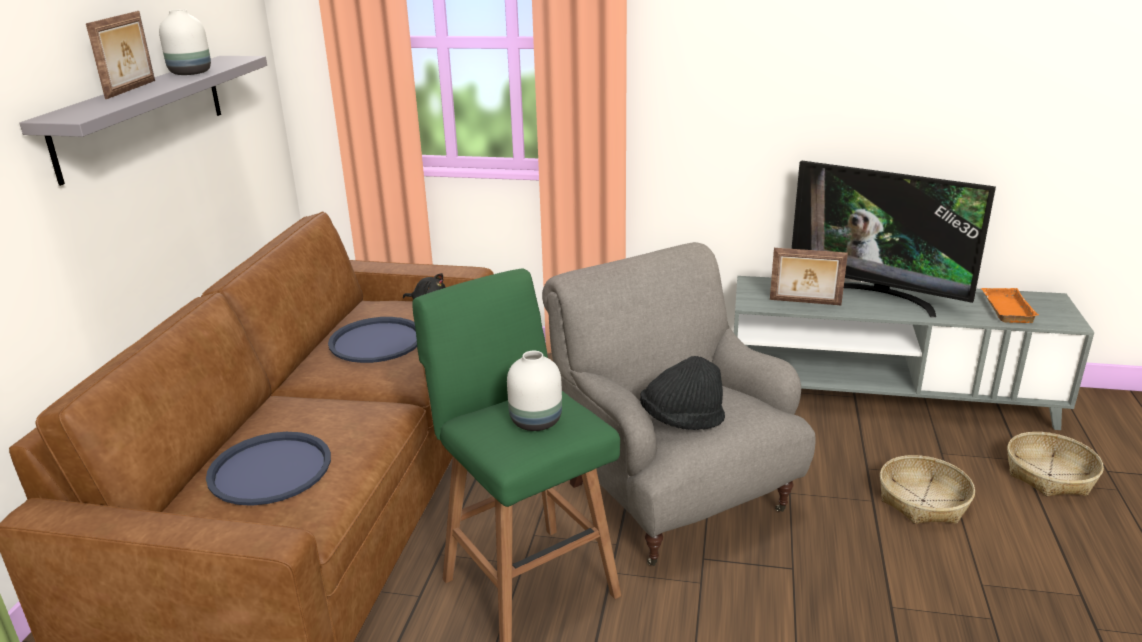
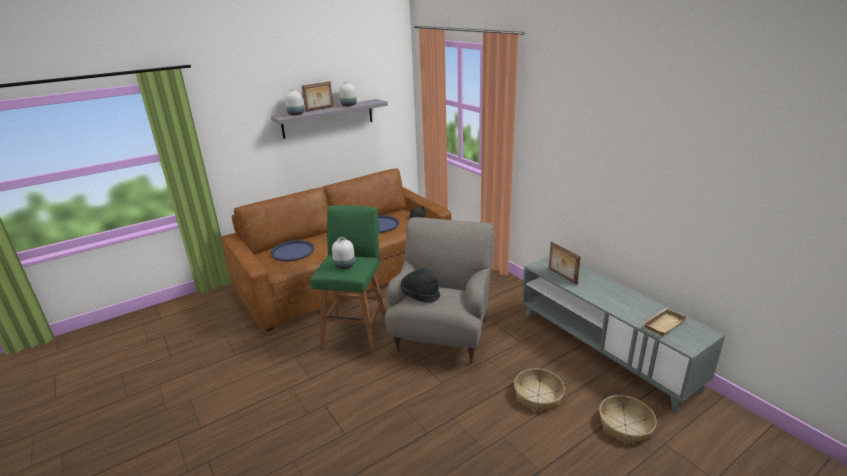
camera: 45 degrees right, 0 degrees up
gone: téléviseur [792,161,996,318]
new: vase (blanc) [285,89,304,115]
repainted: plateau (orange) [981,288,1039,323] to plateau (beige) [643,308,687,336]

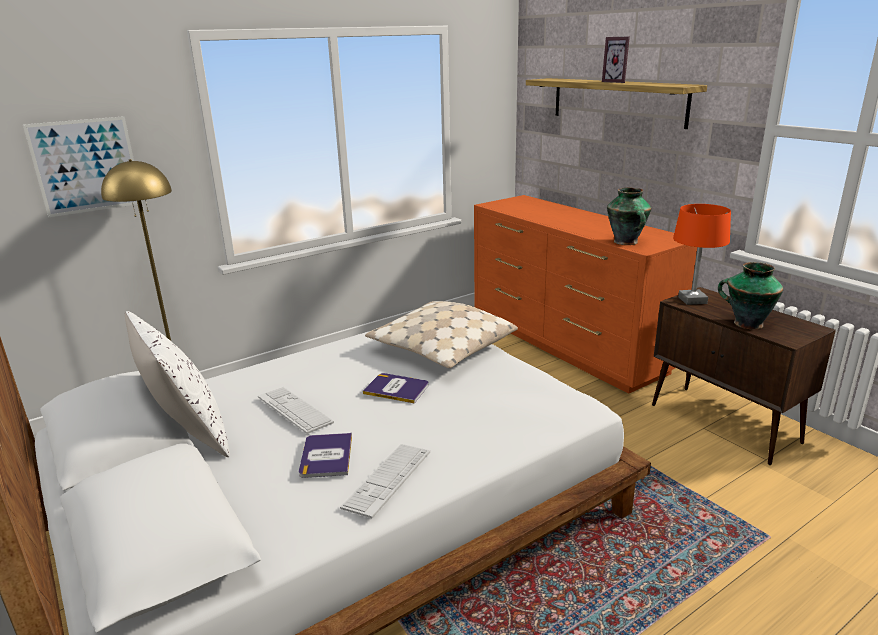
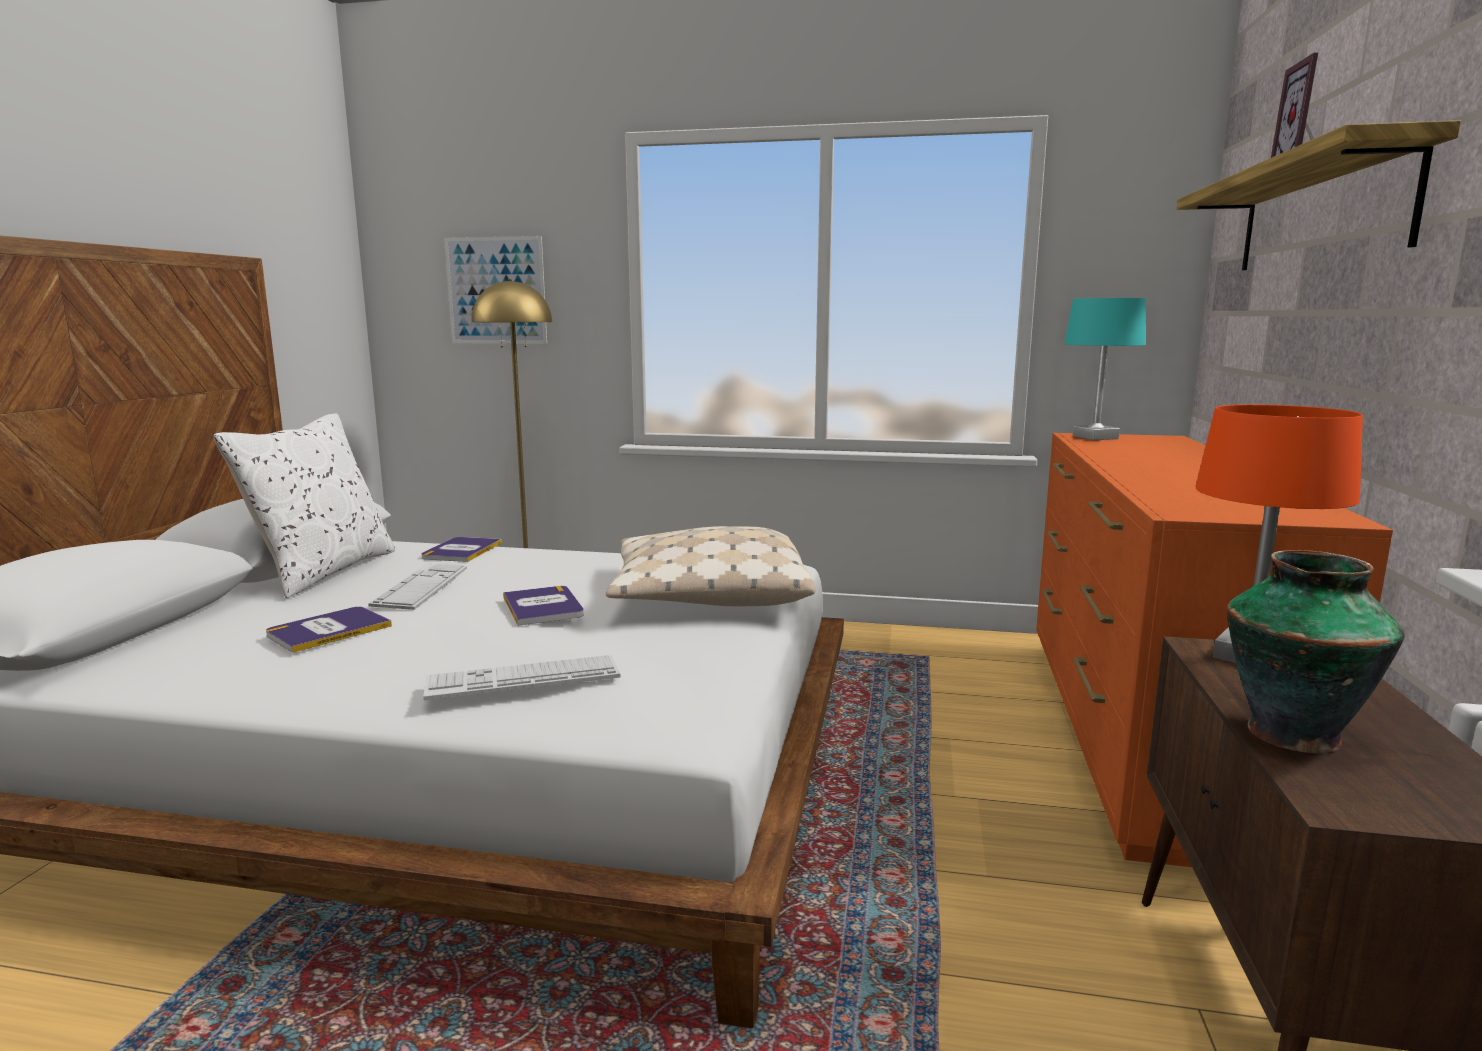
camera: 45 degrees right, 10 degrees down
gone: vase [607,187,651,245]
new: livre [421,537,502,562]; lampe de table (turquoise) [1064,298,1146,440]
shifted: clavier [340,444,430,518] to [423,655,621,700]

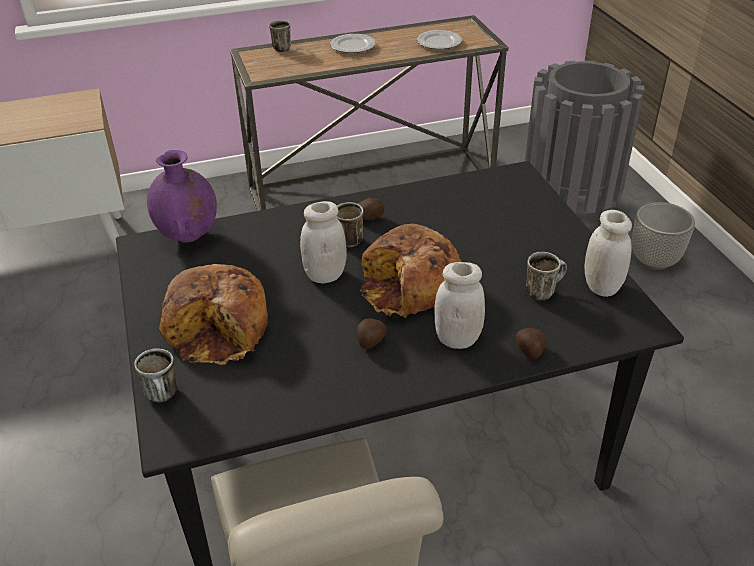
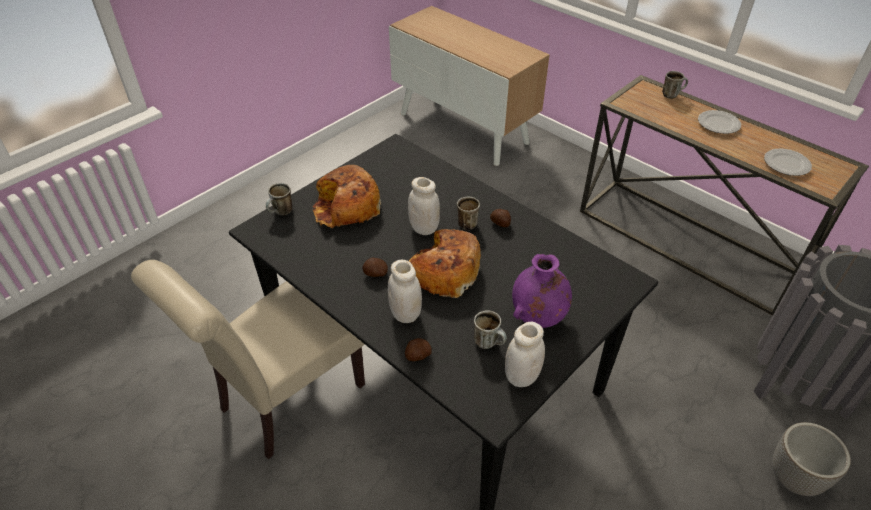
camera: 60 degrees right, 5 degrees up
shifted: vase (violet) [147,150,217,243] to [512,254,572,328]

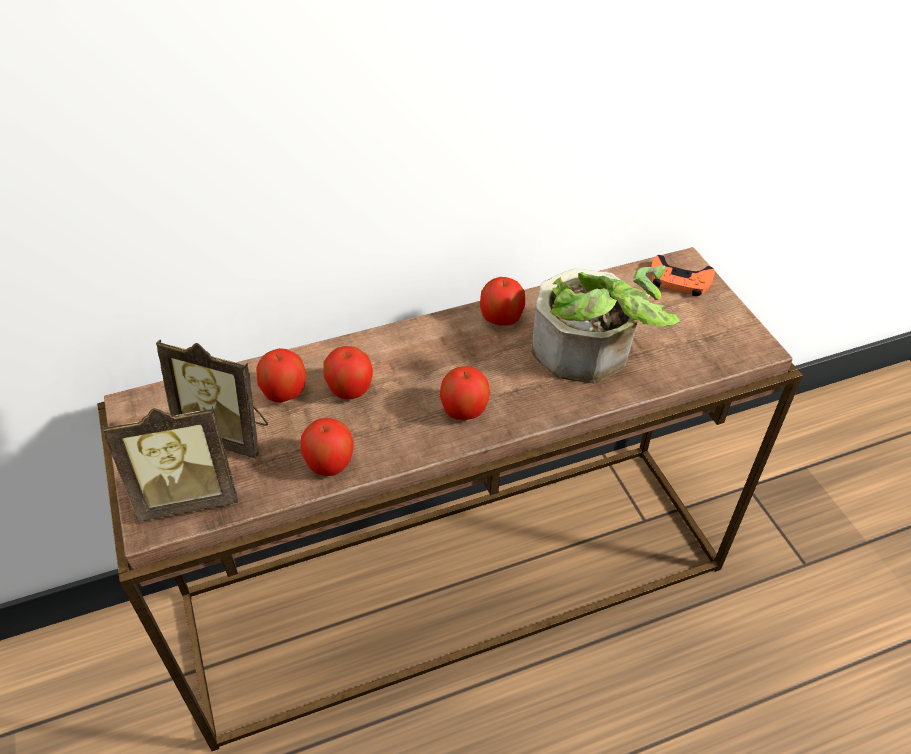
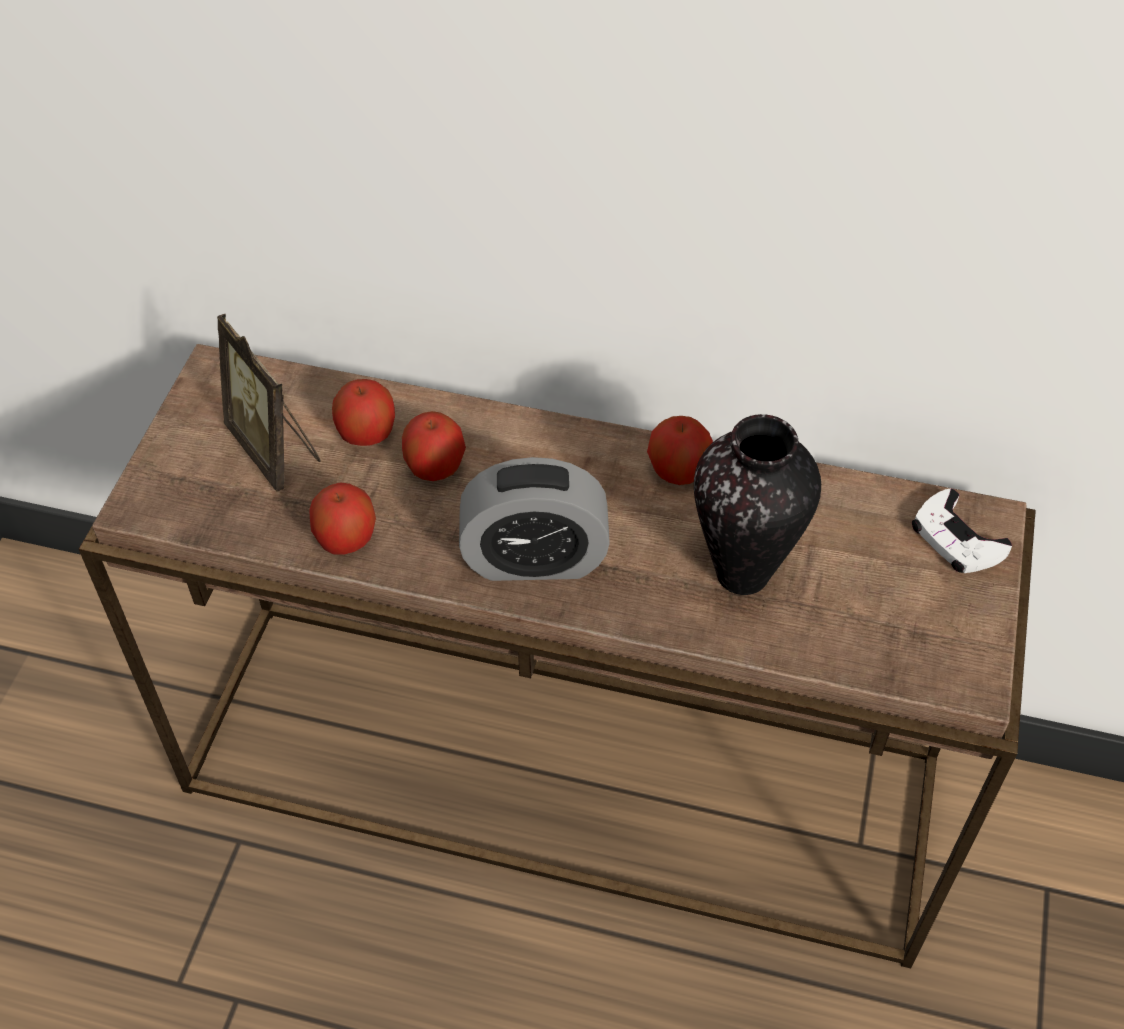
camera: 35 degrees right, 5 degrees up
gone: cadre photo [102,406,238,522]
swapped: pomme [440,366,490,420] to réveil [459,457,610,581]; plante en pot [532,265,680,383] to vase [694,414,821,595]
repainted: manette (orange) [651,255,715,296] to manette (blanc) [912,488,1012,573]

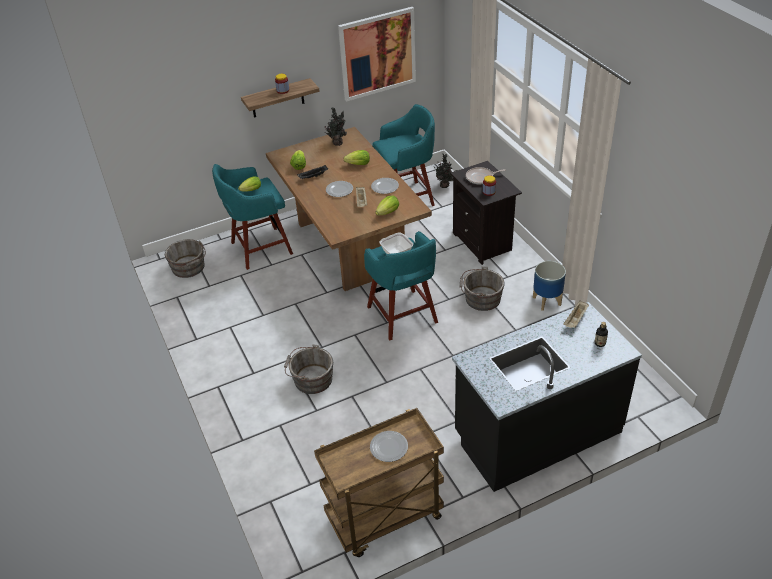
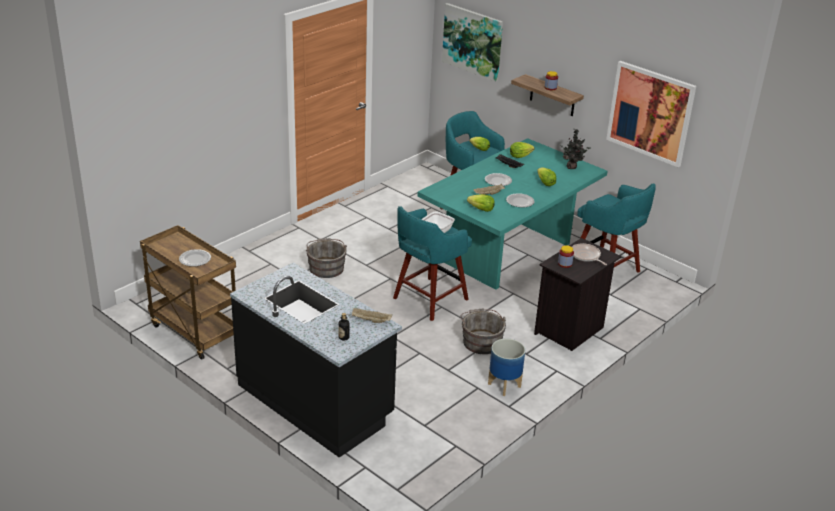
camera: 65 degrees right, 10 degrees down
gone: seau (gris) [165,239,206,278]; plante en pot [433,154,457,188]
new: tableau [442,3,503,82]
repainted: table à manger (marron) [266,127,432,291] to table à manger (turquoise) [417,138,608,290]

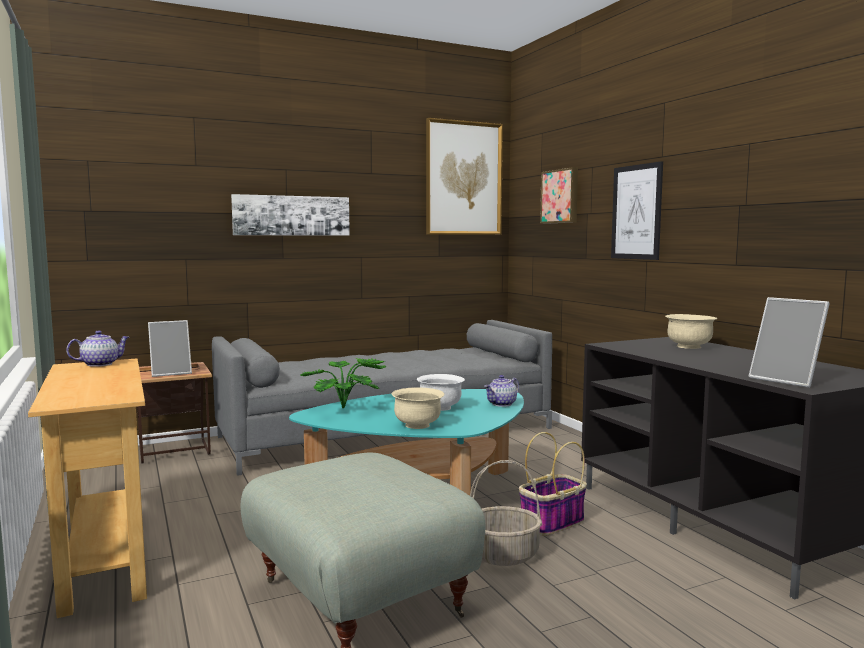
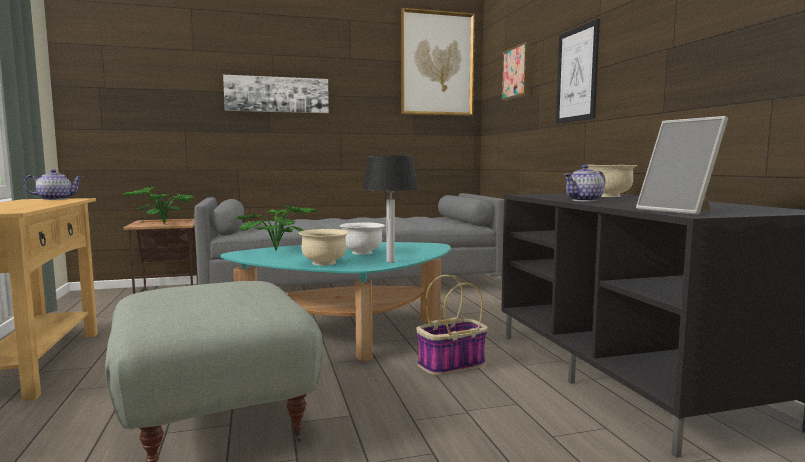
camera: 10 degrees right, 0 degrees up
gone: panier [470,460,542,566]
new: lampe de table [363,156,418,263]
shifted: théière [484,375,519,407] to [564,165,606,201]
swapped: cadre photo [148,320,192,377] to plante en pot [123,187,195,224]

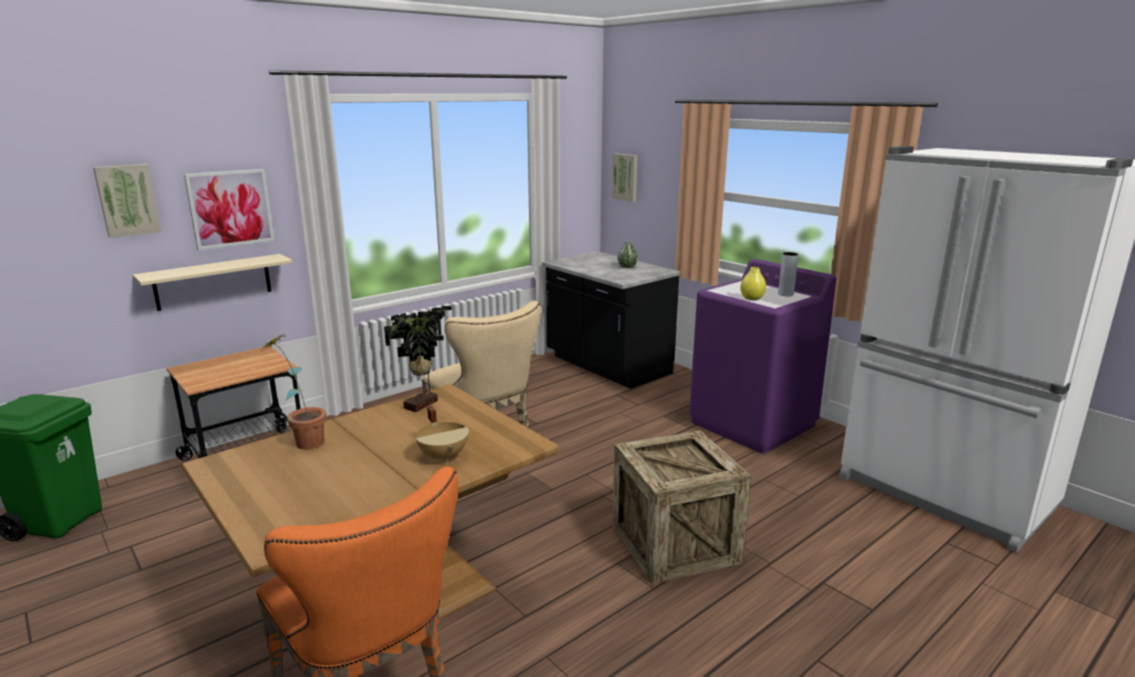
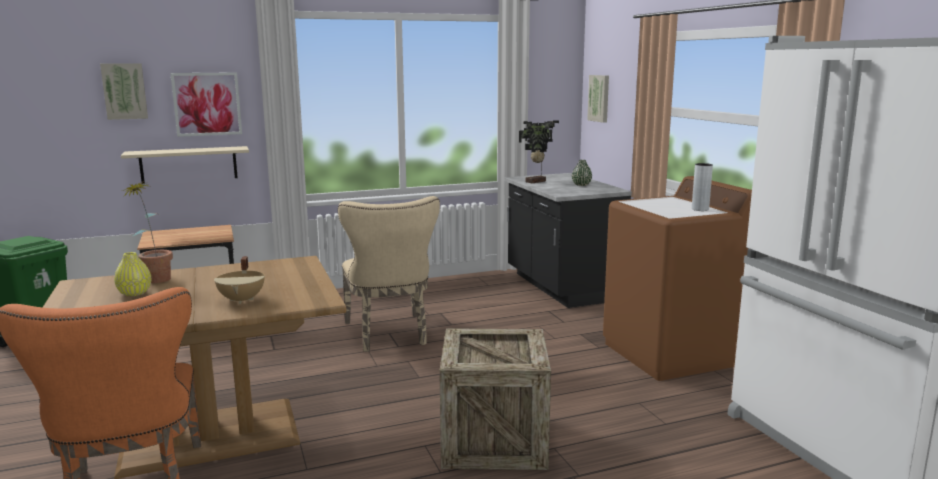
camera: 20 degrees right, 5 degrees down
shifted: vase (jaune) [740,267,766,300] to [114,252,151,296]; plante en pot [384,306,452,412] to [519,120,559,183]
repainted: lave-linge (violet) [689,259,836,454] to lave-linge (marron) [603,176,752,381]

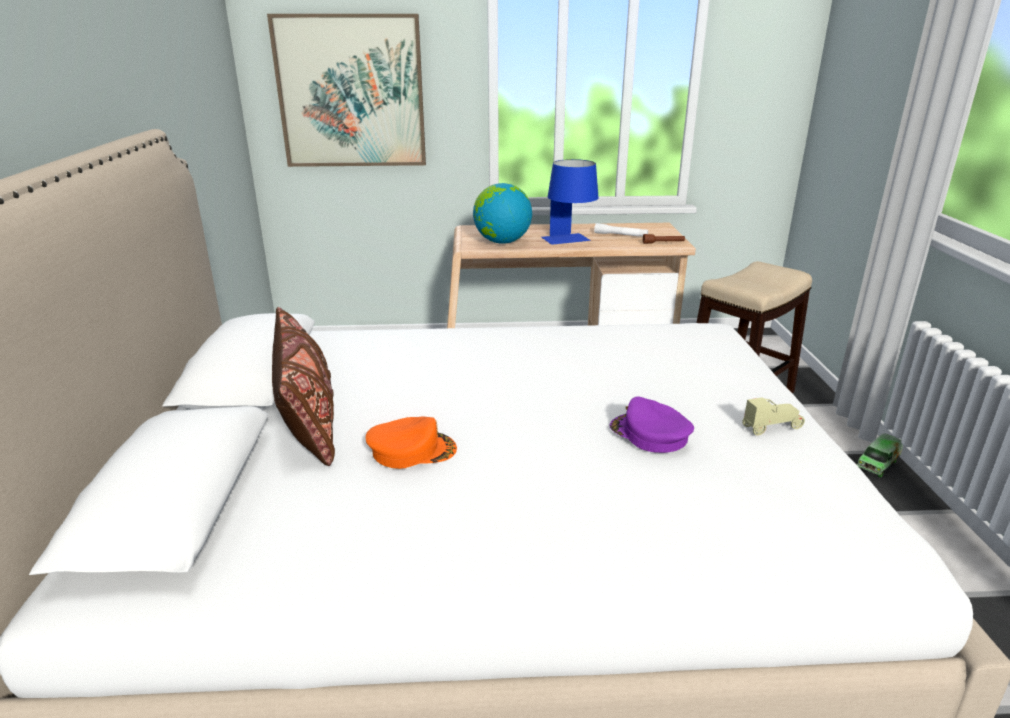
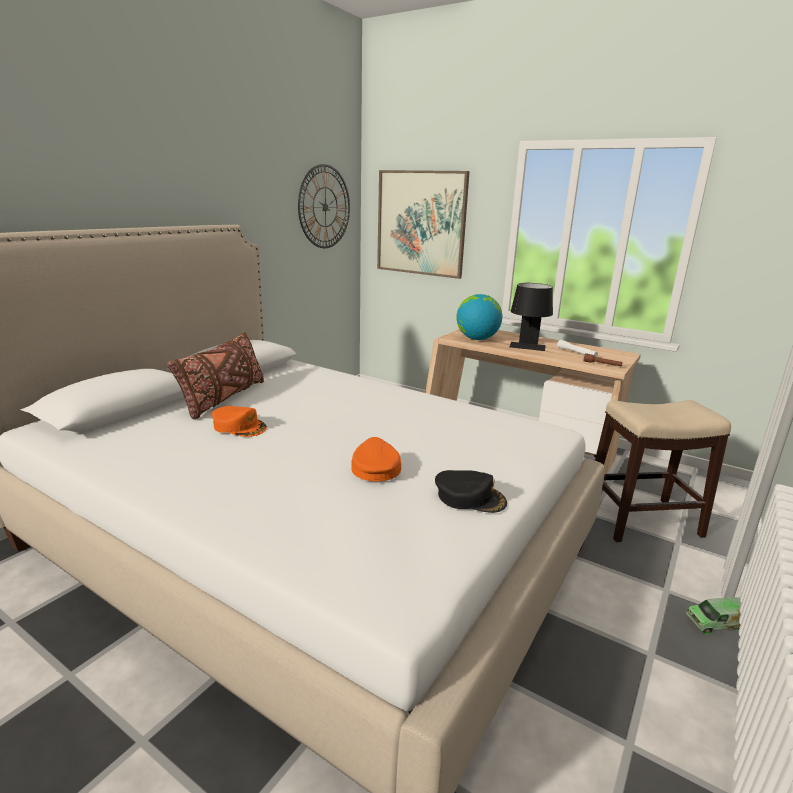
camera: 35 degrees right, 5 degrees down
new: horloge murale [298,164,350,248]
swapped: petite voiture (beige) [742,397,805,435] to casquette (noir) [435,470,507,513]
repainted: casquette (violet) [609,397,694,453] to casquette (orange) [351,437,401,481]; lampe de table (bleu) [541,159,599,245] to lampe de table (noir) [509,283,553,351]

